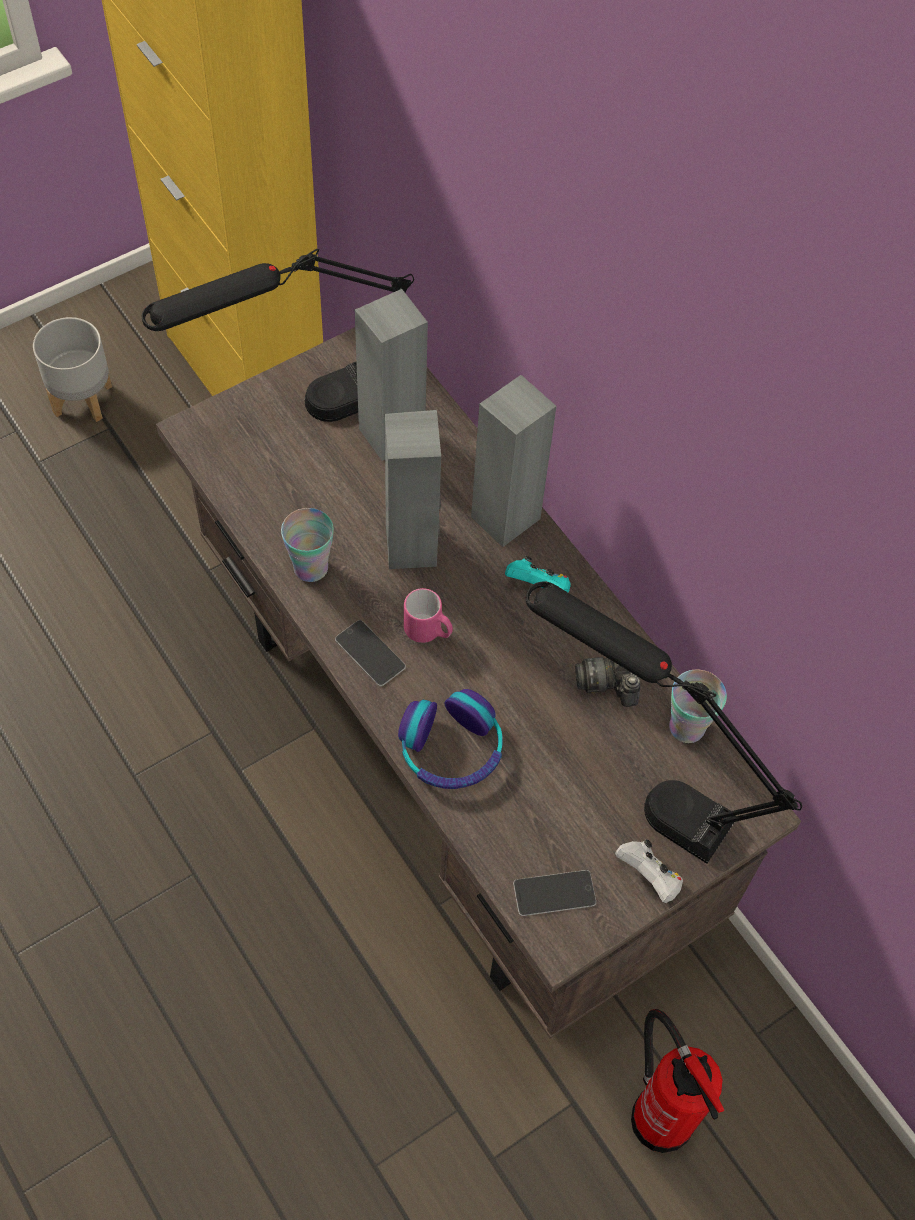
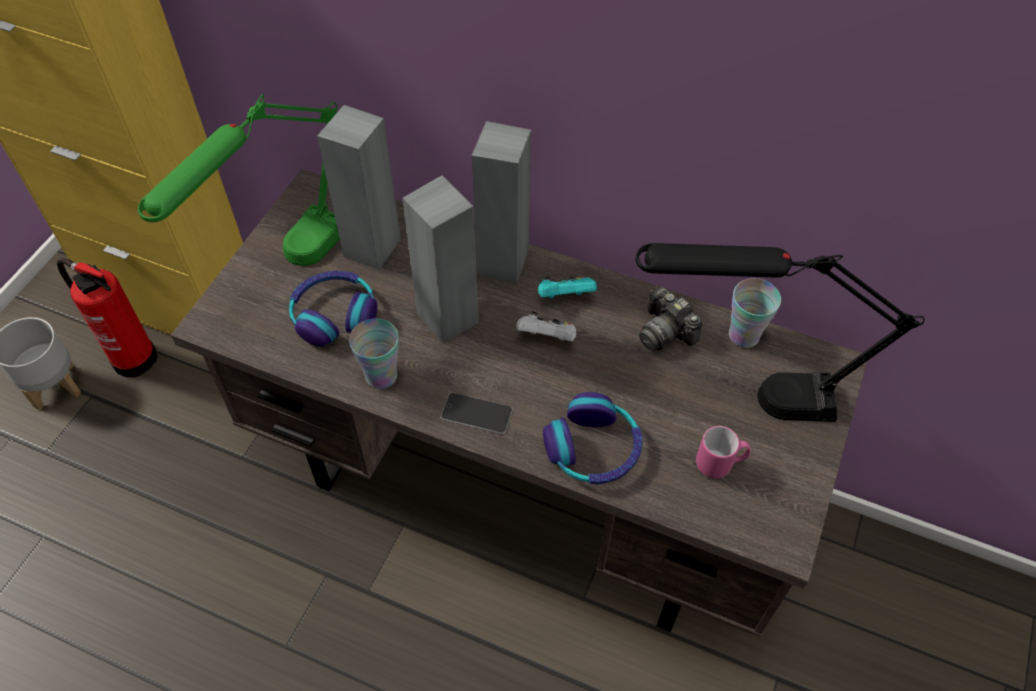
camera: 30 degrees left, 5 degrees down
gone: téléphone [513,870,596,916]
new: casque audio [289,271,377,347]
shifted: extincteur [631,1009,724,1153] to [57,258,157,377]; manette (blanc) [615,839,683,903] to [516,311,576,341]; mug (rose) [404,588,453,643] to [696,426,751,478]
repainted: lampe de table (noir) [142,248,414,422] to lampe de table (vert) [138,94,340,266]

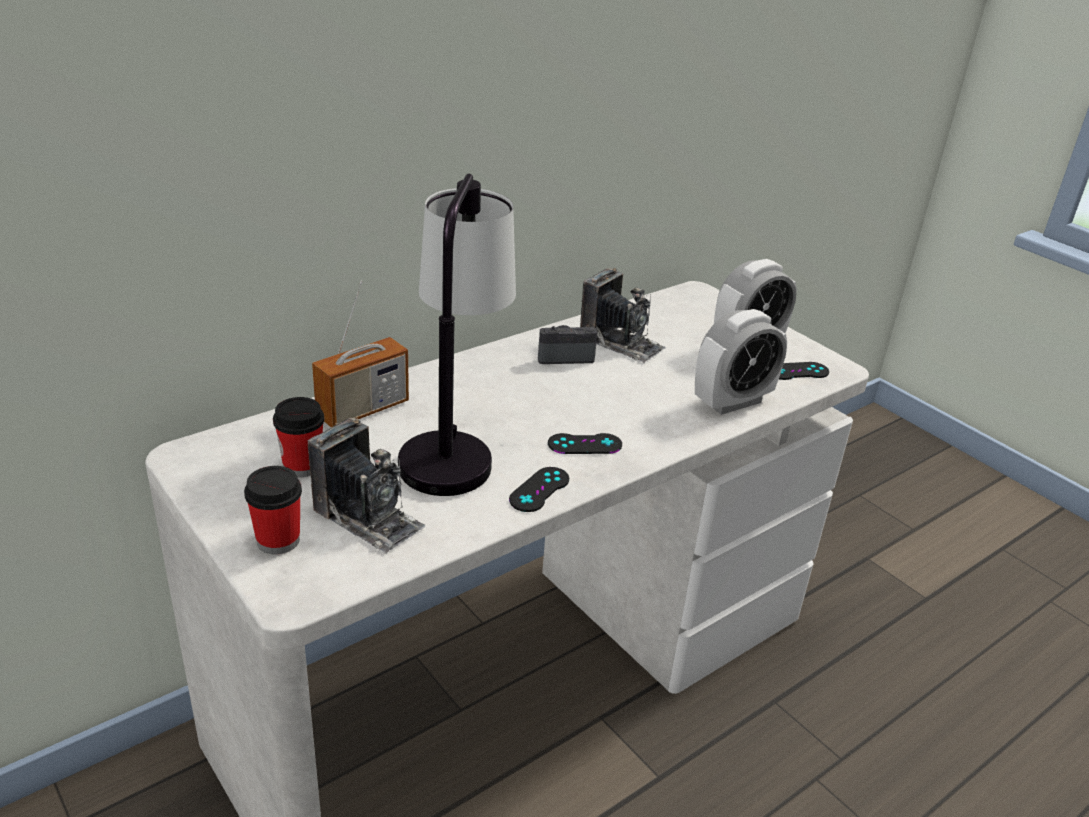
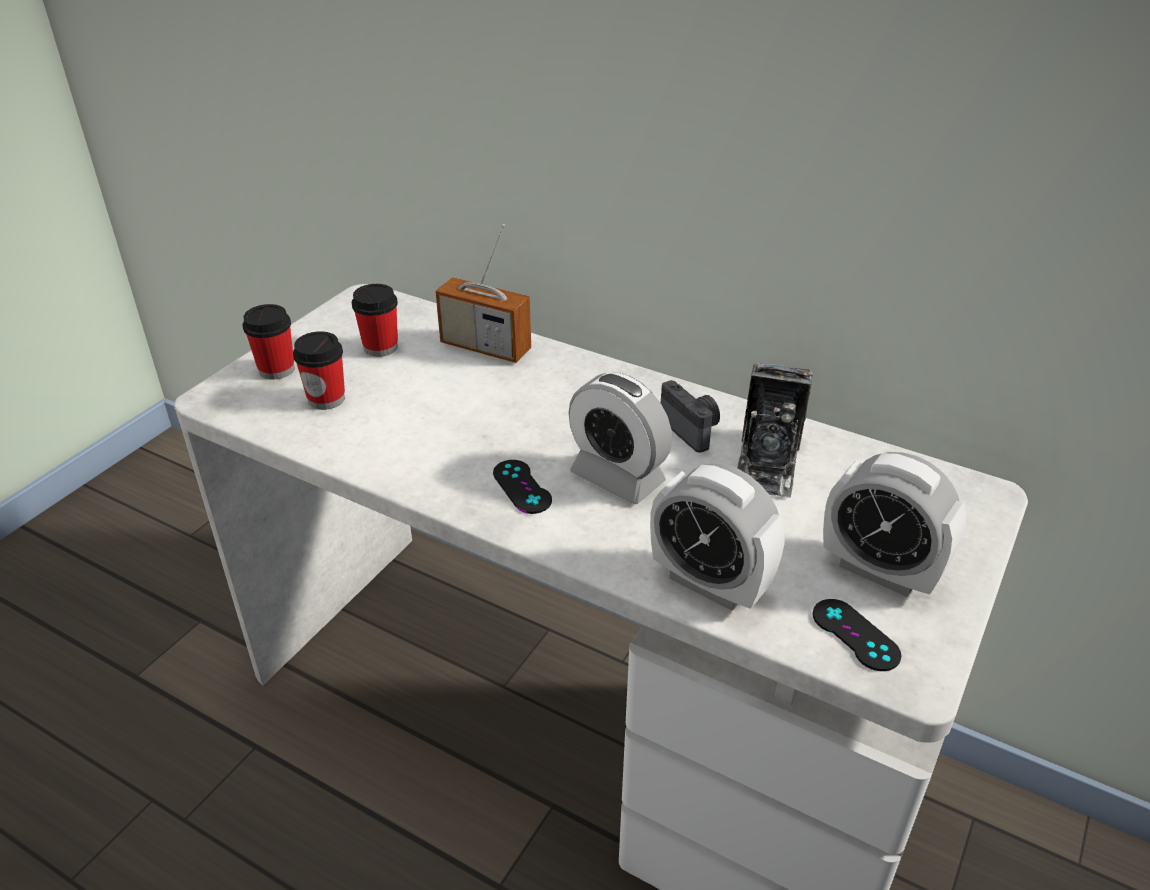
camera: 70 degrees right, 5 degrees up
gone: lampe de table [398,174,516,496]; manette (noir) [509,467,569,512]
new: réveil [569,372,672,504]
swapped: appareil photo [308,418,426,554] to tasse [293,331,345,410]

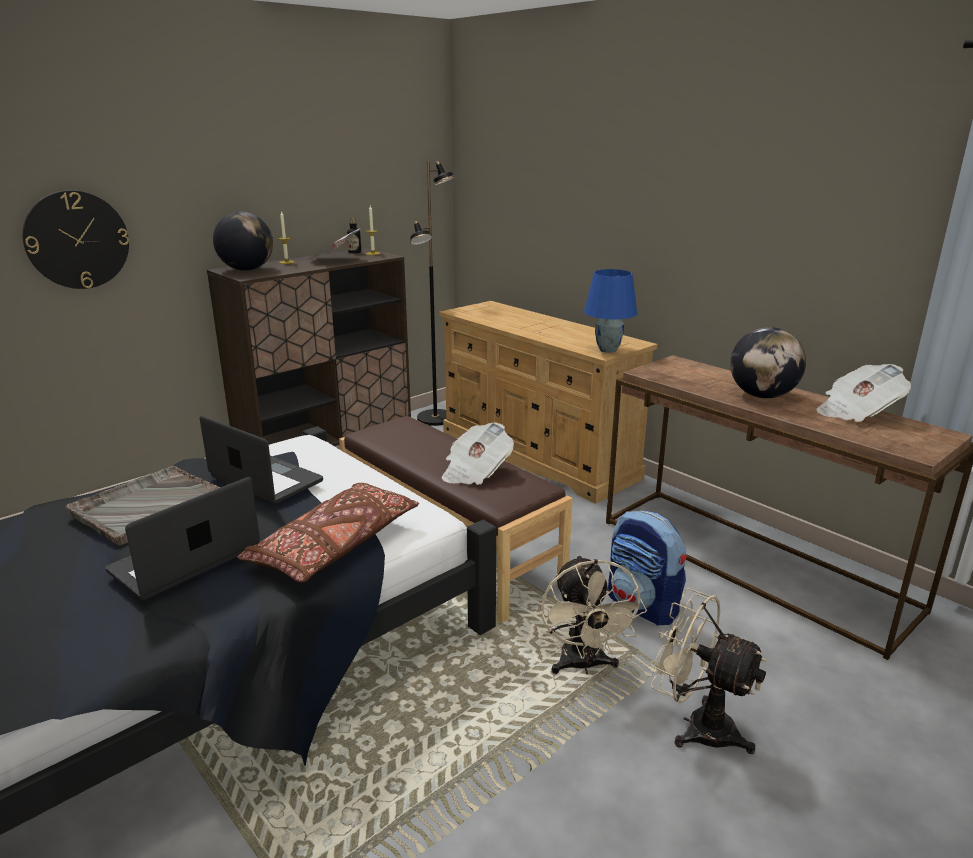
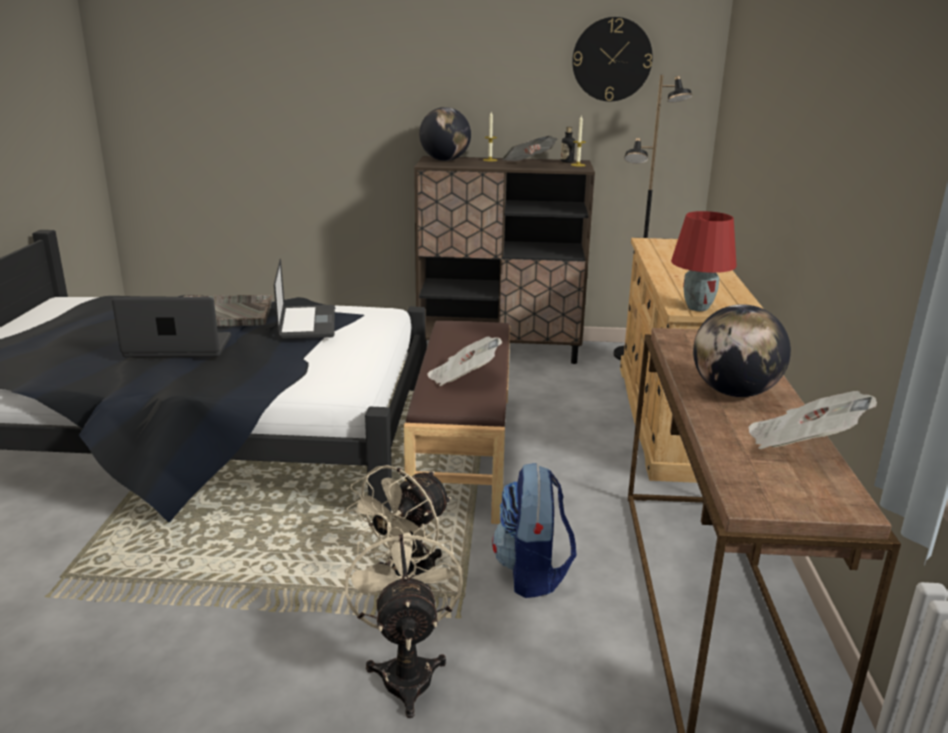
camera: 45 degrees right, 0 degrees up
gone: coussin (marron) [237,483,419,583]
shifted: horloge murale [22,190,129,289] to [572,17,653,101]
repainted: lampe de table (bleu) [584,269,637,353] to lampe de table (rouge) [671,211,737,311]

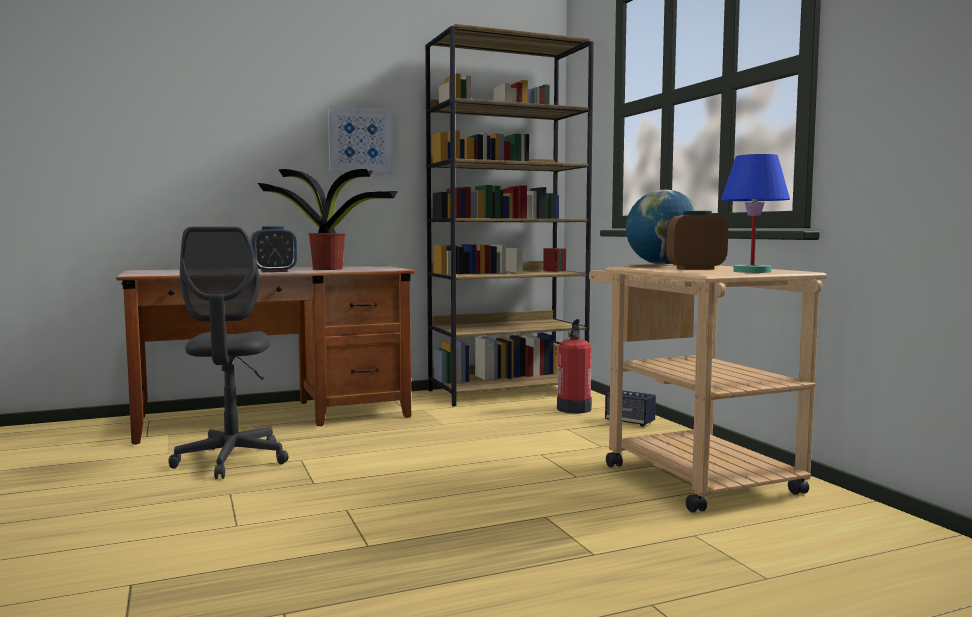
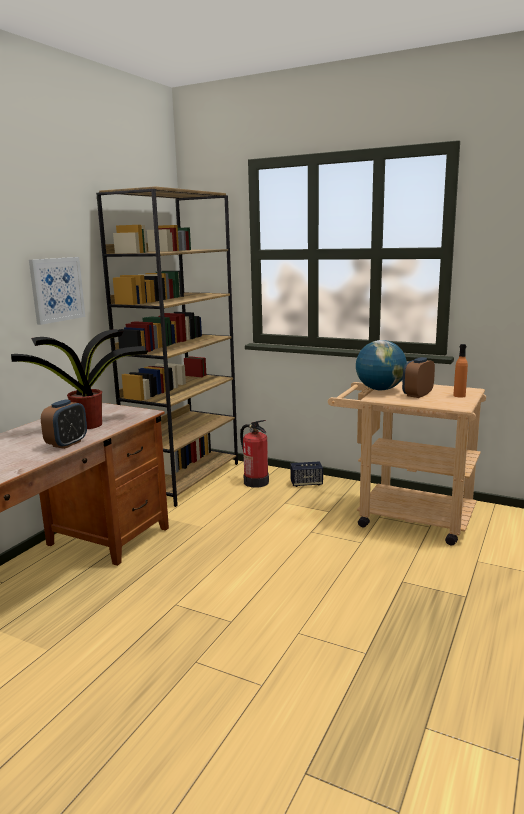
camera: 40 degrees left, 10 degrees up
gone: chaise de bureau (gris) [168,227,289,479]
swapped: lampe de table (bleu) [721,154,790,273] to bouteille (orange) [453,344,468,397]

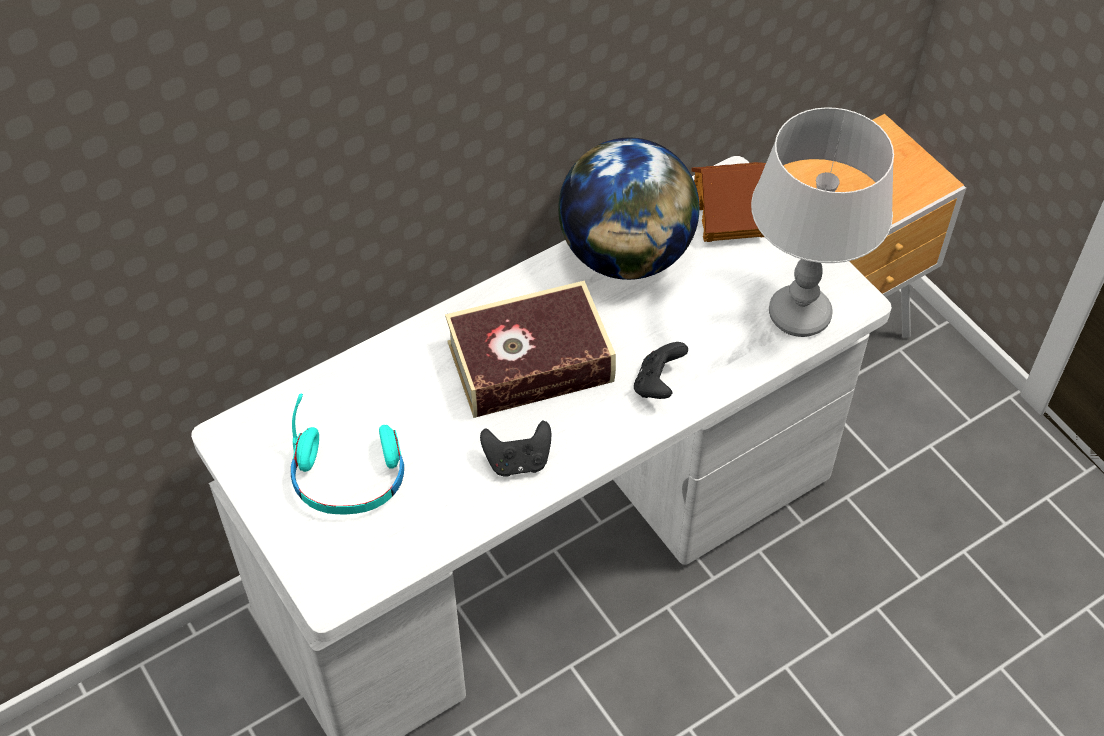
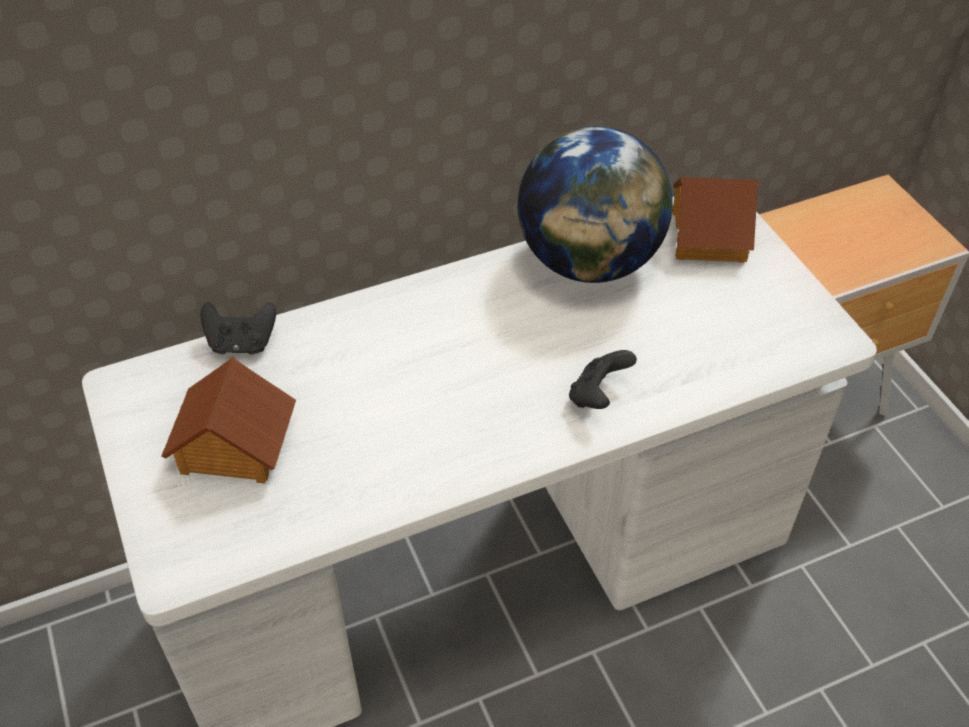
camera: 10 degrees right, 5 degrees down
gone: livre [445,280,616,418]; lampe de table (gris) [751,107,894,337]
shifted: manette (noir) [480,421,552,477] to [200,302,276,354]
swapped: casque audio (turquoise) [291,394,404,514] to maison miniature [161,357,296,484]

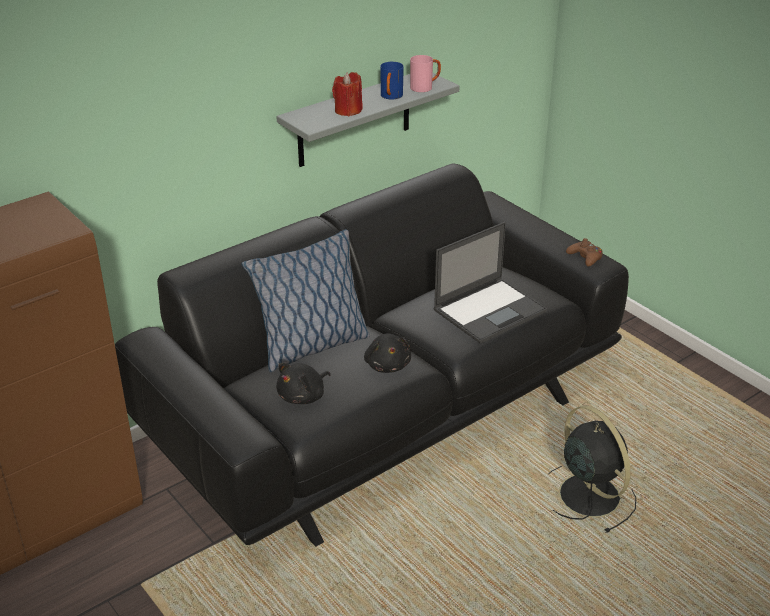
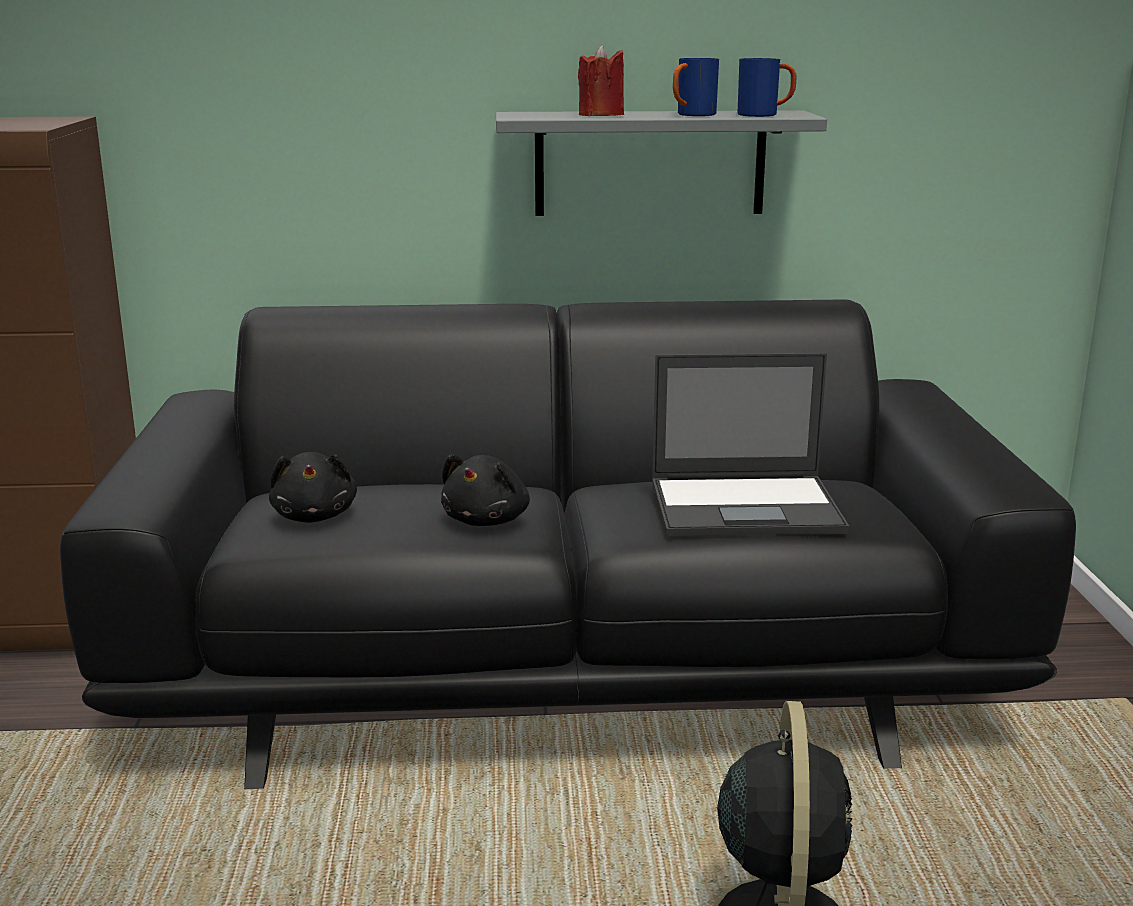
camera: 35 degrees right, 15 degrees down
gone: coussin [241,229,370,372]; manette (marron) [566,238,603,267]
repainted: mug (rose) [410,55,441,92] to mug (bleu) [738,58,796,117]
rotated: peluche (noir) [276,363,331,404] = [269,452,357,523] 90 degrees counterclockwise

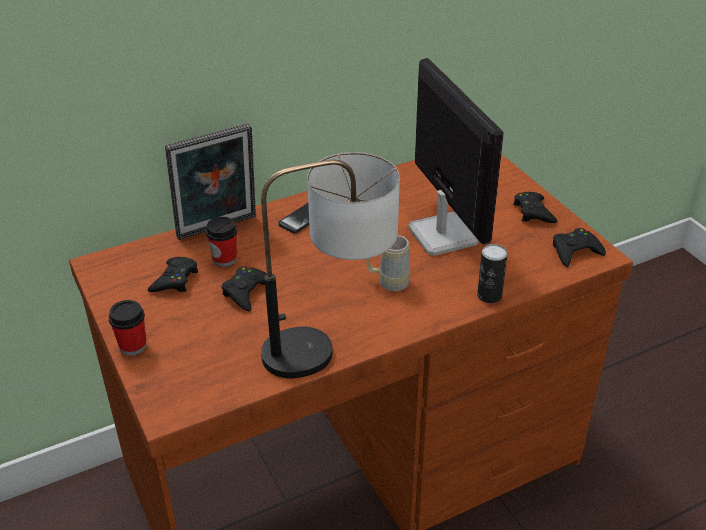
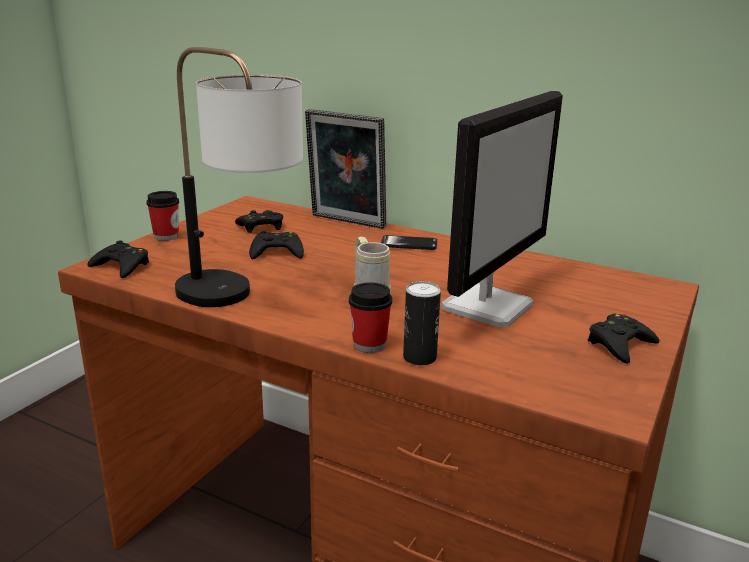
camera: 55 degrees right, 15 degrees down
shifted: manette (noir) [553,228,606,267] to [87,241,149,278]; tasse [205,217,237,267] to [349,283,392,353]

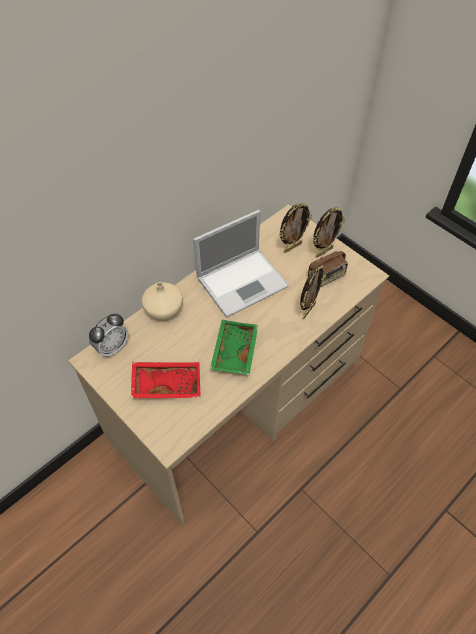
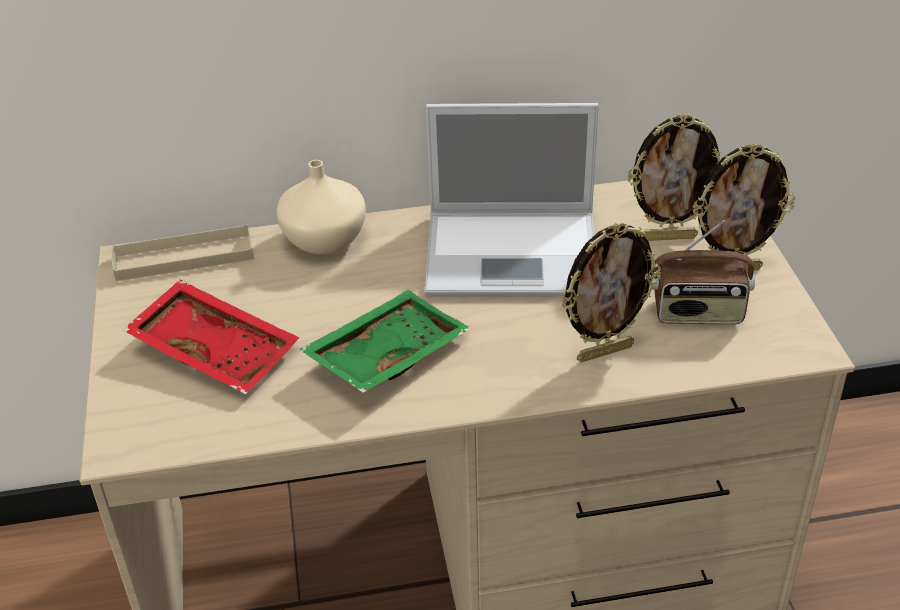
camera: 35 degrees right, 15 degrees down
swapped: réveil [89,314,128,358] to plateau (beige) [110,224,254,281]

